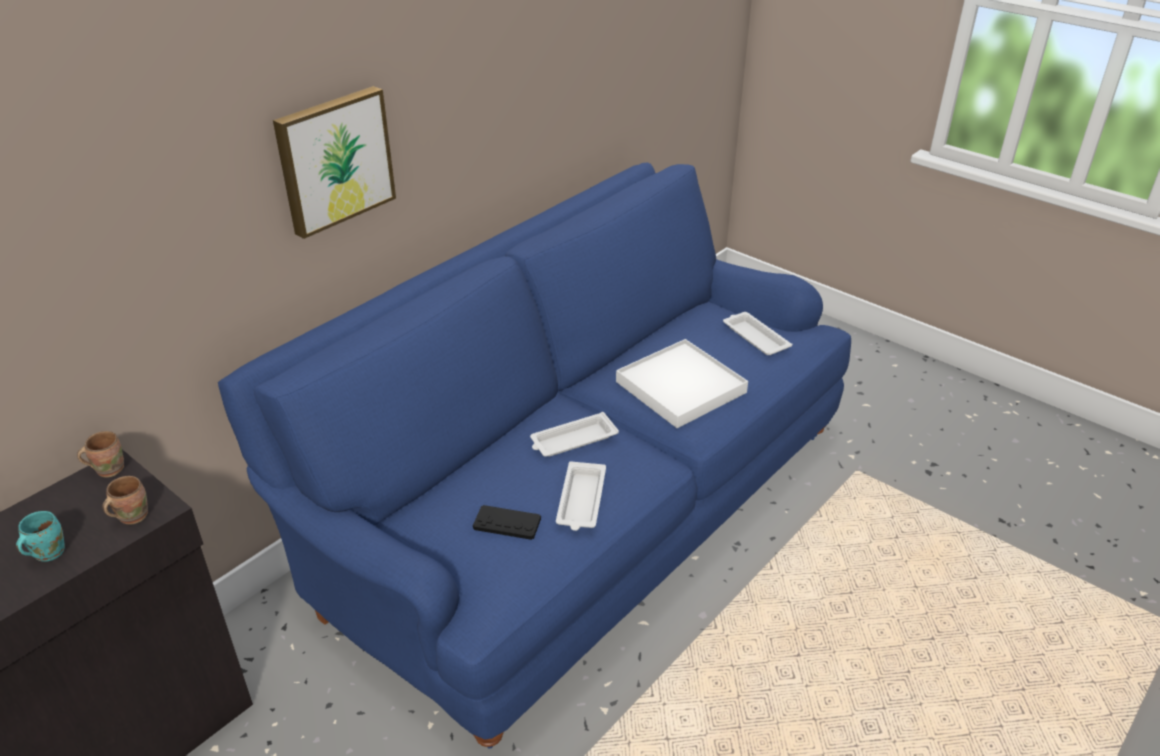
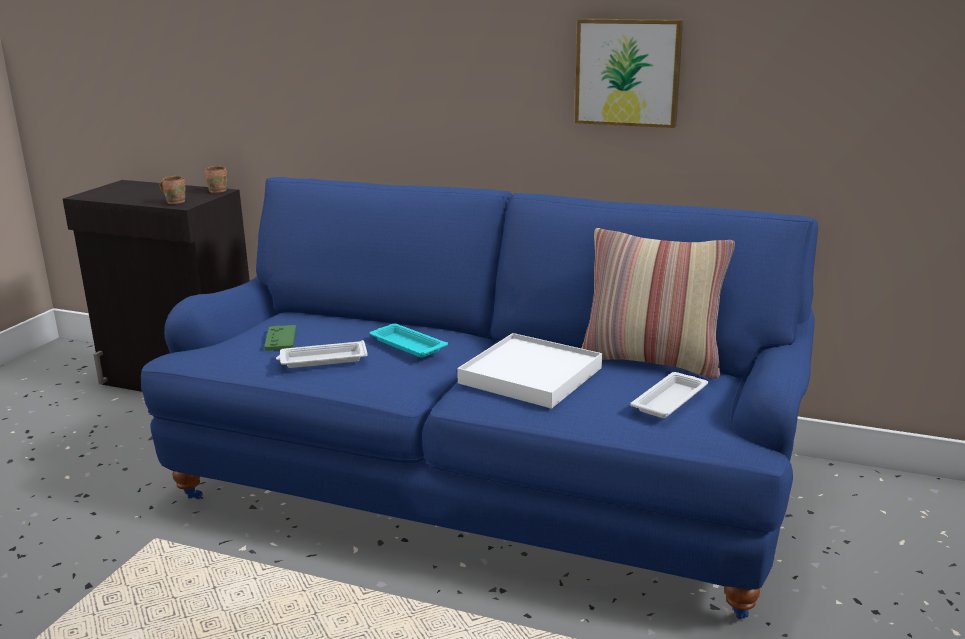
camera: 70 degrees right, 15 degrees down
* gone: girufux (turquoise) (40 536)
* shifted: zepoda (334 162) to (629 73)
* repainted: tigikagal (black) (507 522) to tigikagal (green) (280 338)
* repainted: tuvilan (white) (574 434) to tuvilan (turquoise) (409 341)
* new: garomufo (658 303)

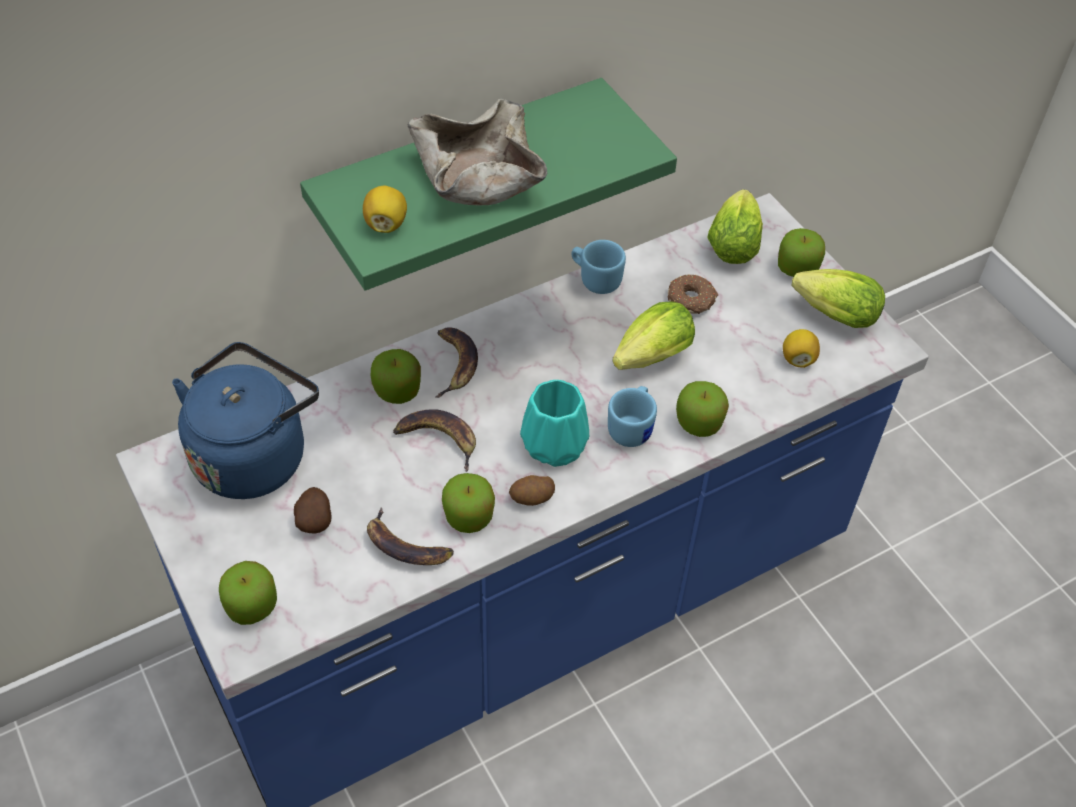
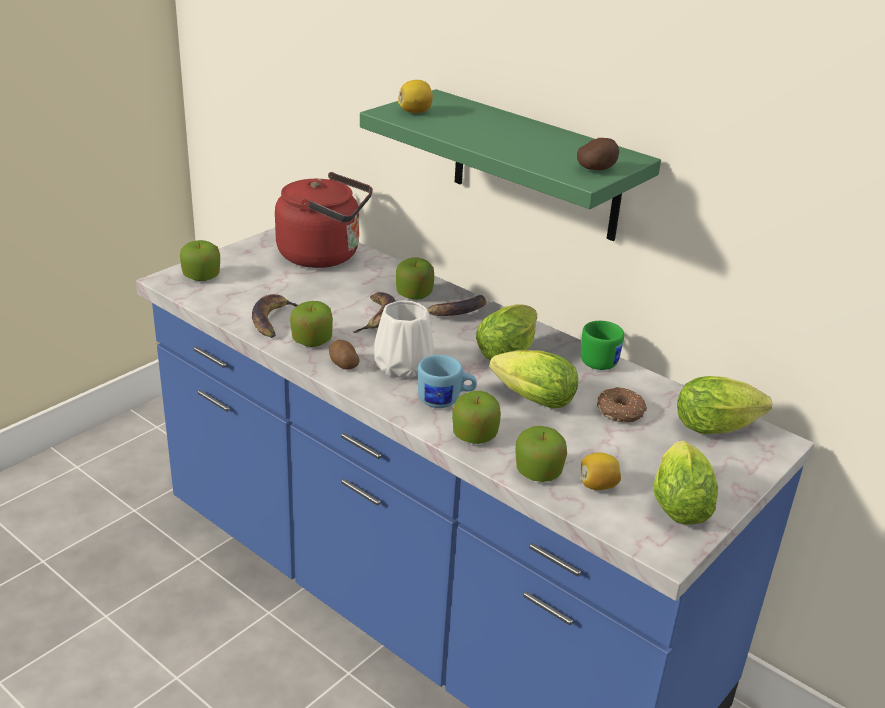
camera: 70 degrees right, 20 degrees down
* repainted: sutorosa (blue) (245 420) to sutorosa (red) (324 220)
* shifted: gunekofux (313 510) to (598 154)
* gone: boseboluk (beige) (477 152)
* repainted: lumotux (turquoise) (554 423) to lumotux (white) (404 339)
* repainted: girufux (blue) (598 267) to girufux (green) (602 345)
* shifted: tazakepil (801 252) to (541 454)
* new: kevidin (507 332)

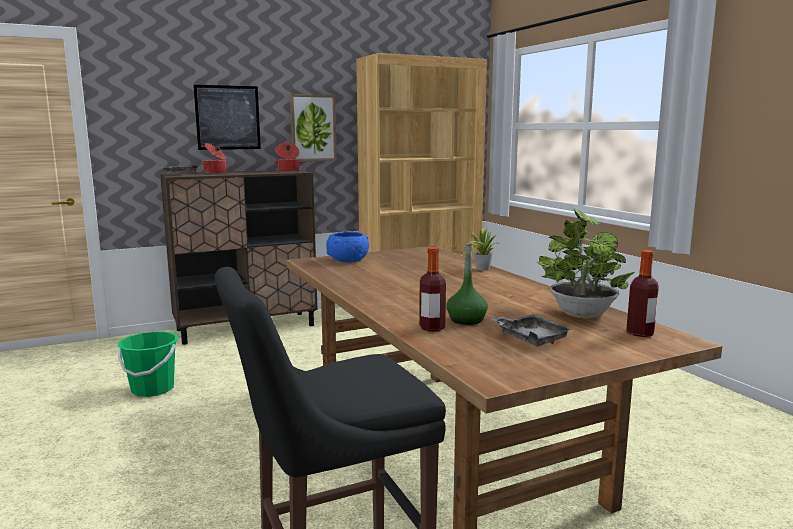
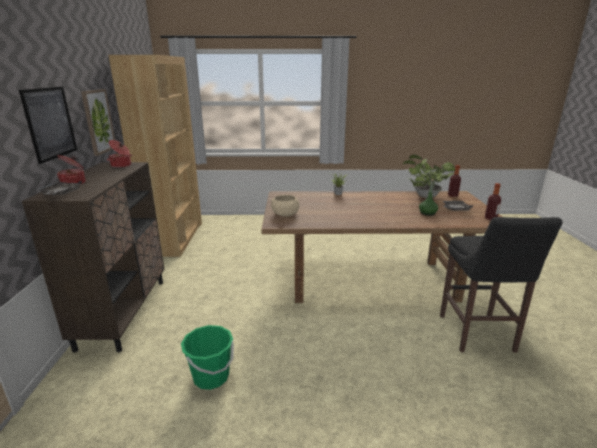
camera: 65 degrees left, 10 degrees up
* repainted: boseboluk (blue) (347 247) to boseboluk (beige) (285 206)
* shifted: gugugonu (432 289) to (493 201)

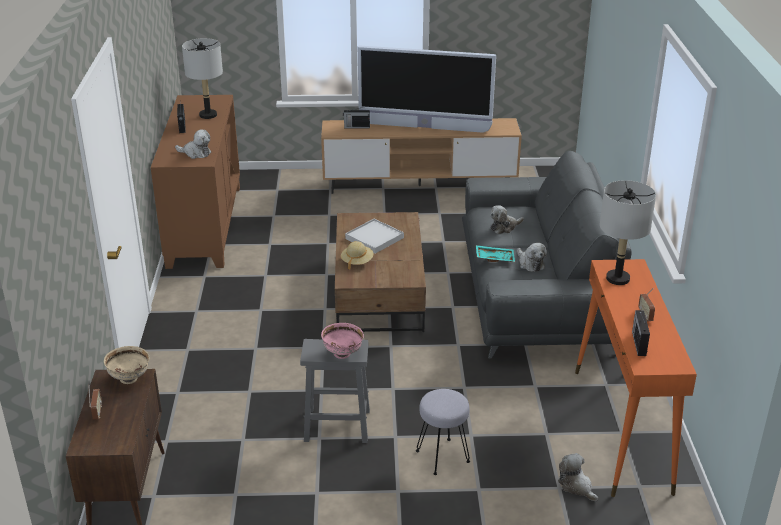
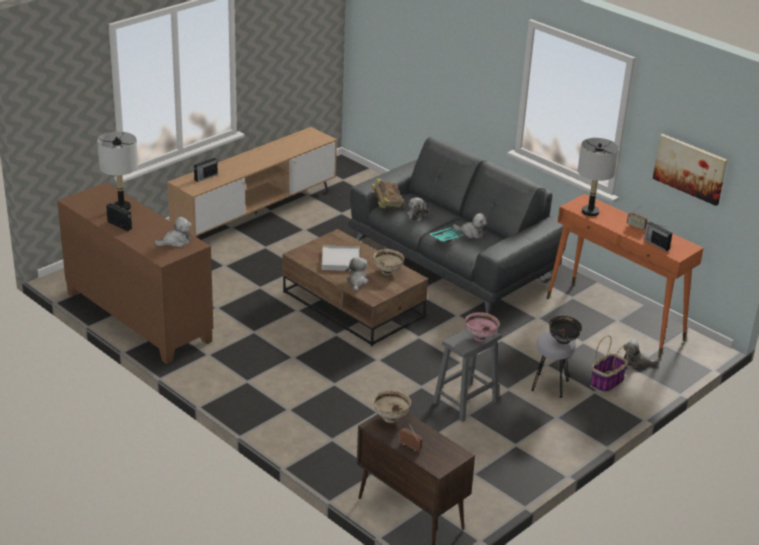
camera: 45 degrees left, 0 degrees up
* swapped: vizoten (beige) (357 255) to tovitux (357 274)
* gone: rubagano (427 89)
* new: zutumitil (387 193)
* new: boseboluk (beige) (389 262)
* new: boseboluk (black) (565 330)
* new: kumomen (609 364)
* new: zepoda (690 170)

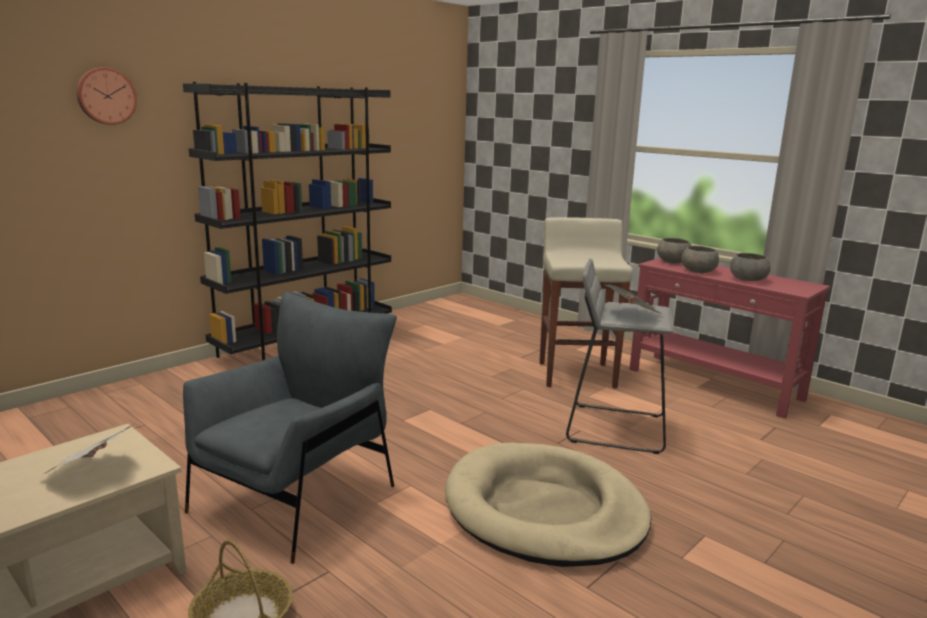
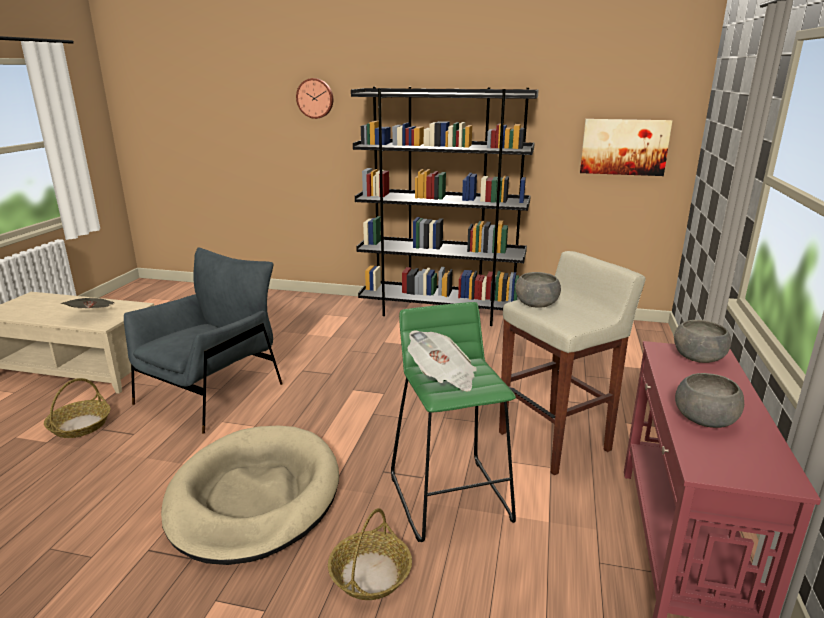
camera: 60 degrees right, 5 degrees up
* rotated: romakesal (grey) (290 427) = (203 340) 60 degrees counterclockwise
* repainted: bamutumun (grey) (620 356) to bamutumun (green) (453 422)
* shifted: boseboluk (grey) (700 259) to (538 290)
* new: kumomen (370 554)
* new: zepoda (626 147)

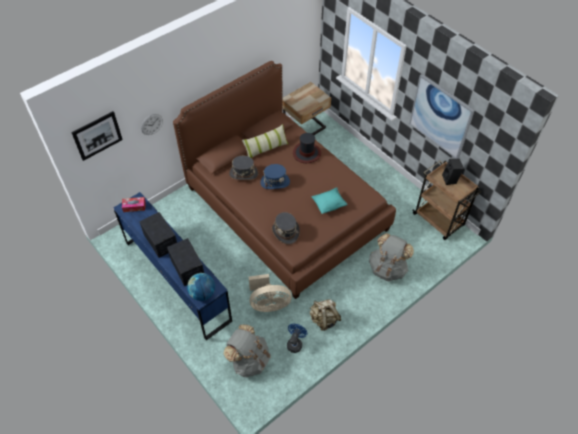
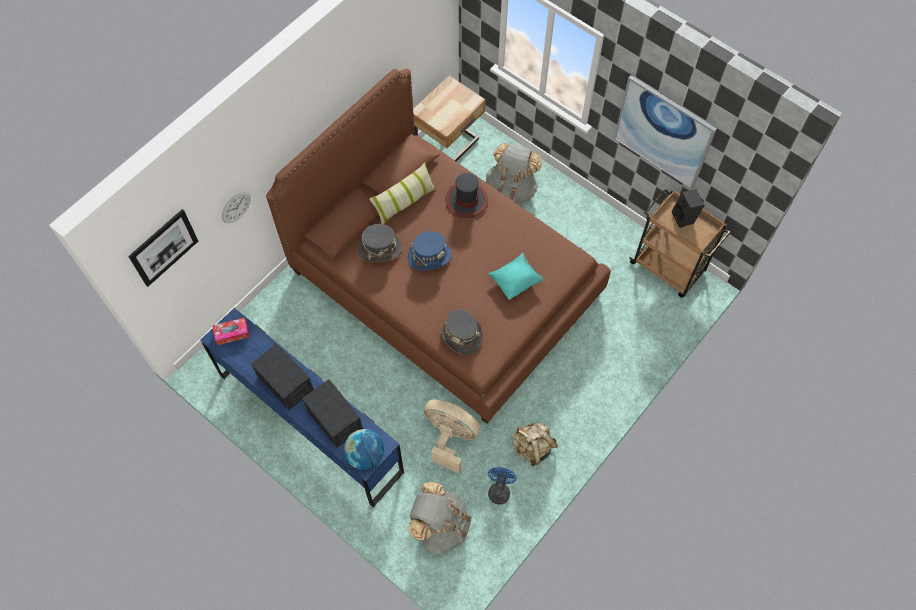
camera: 10 degrees left, 10 degrees up
* rotated: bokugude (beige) (270 293) = (452 437) 135 degrees counterclockwise
* shifted: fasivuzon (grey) (391 257) to (514 173)

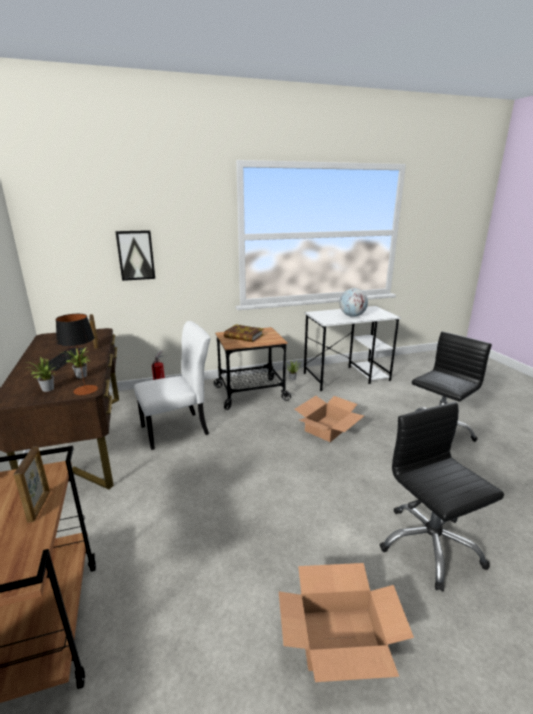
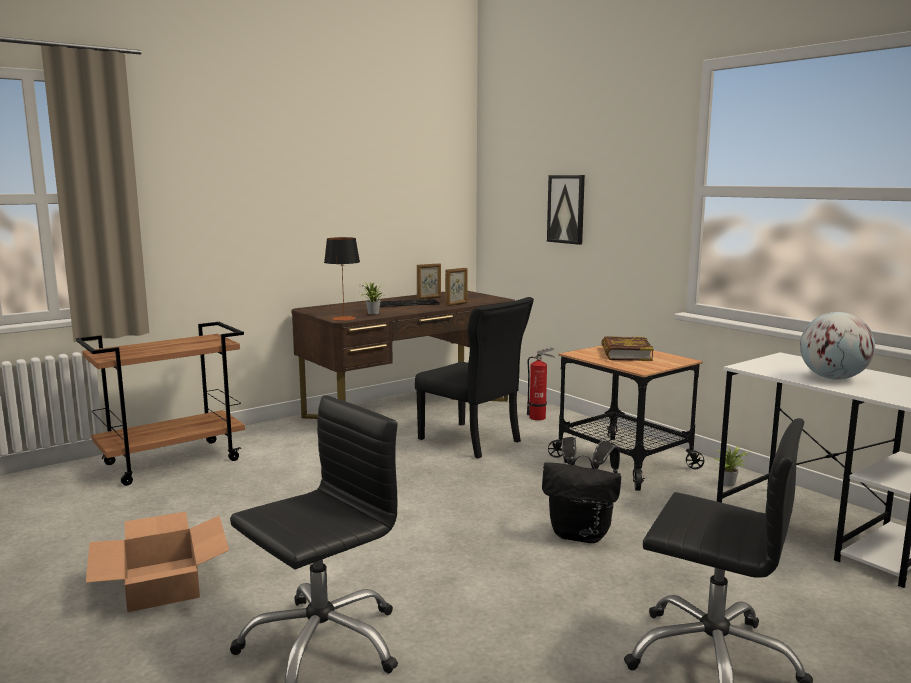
camera: 70 degrees right, 10 degrees down
* shifted: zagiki (32 484) to (429 281)
* gone: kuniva (41 374)
* repainted: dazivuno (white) (172 385) to dazivuno (black) (474 378)
* swapped: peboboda (329 419) to fasivuzon (black) (581 490)

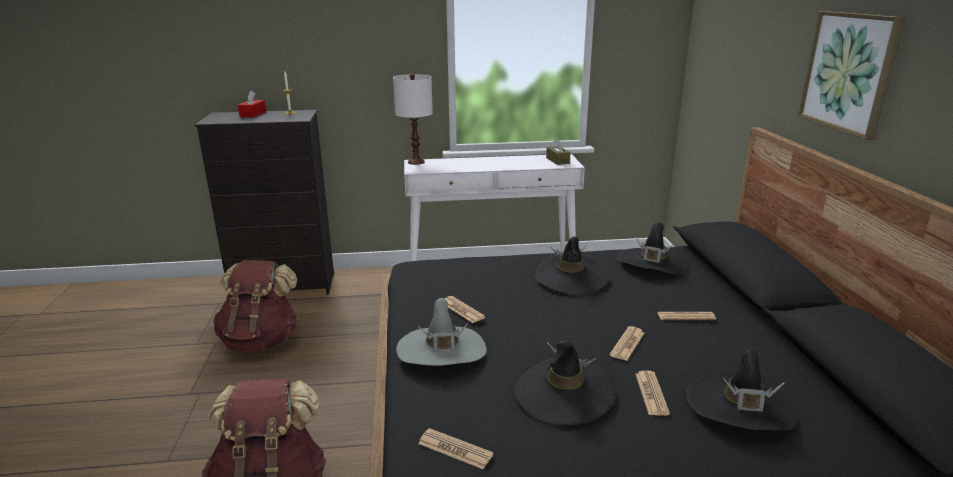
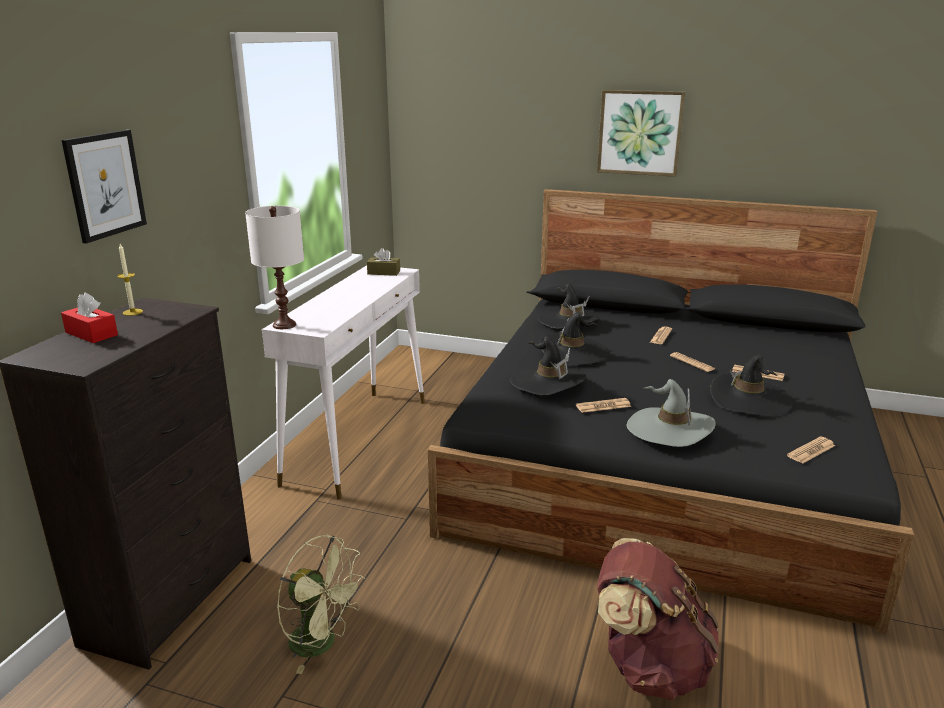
camera: 65 degrees left, 0 degrees up
* swapped: fasivuzon (brown) (255 306) to bokugude (green) (321 604)
* shifted: vizoten (black) (742 388) to (548 365)
* new: zepoda (104 186)

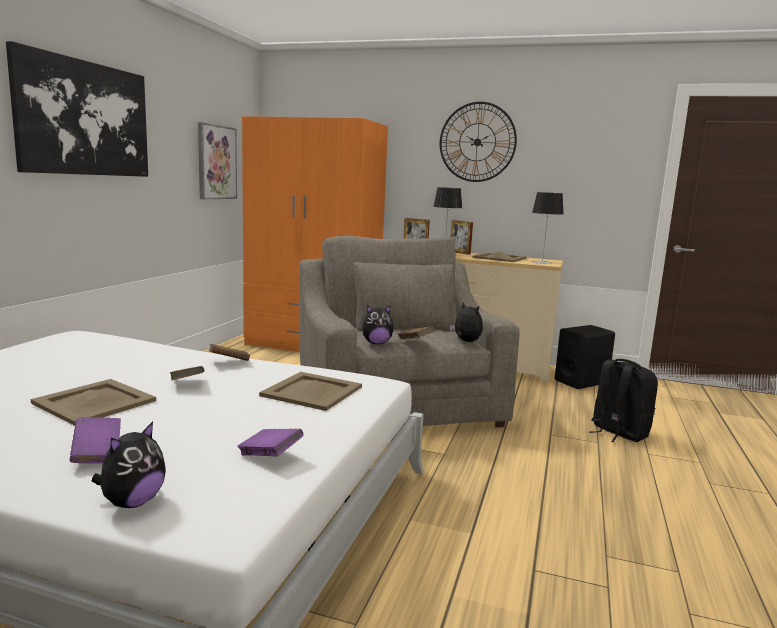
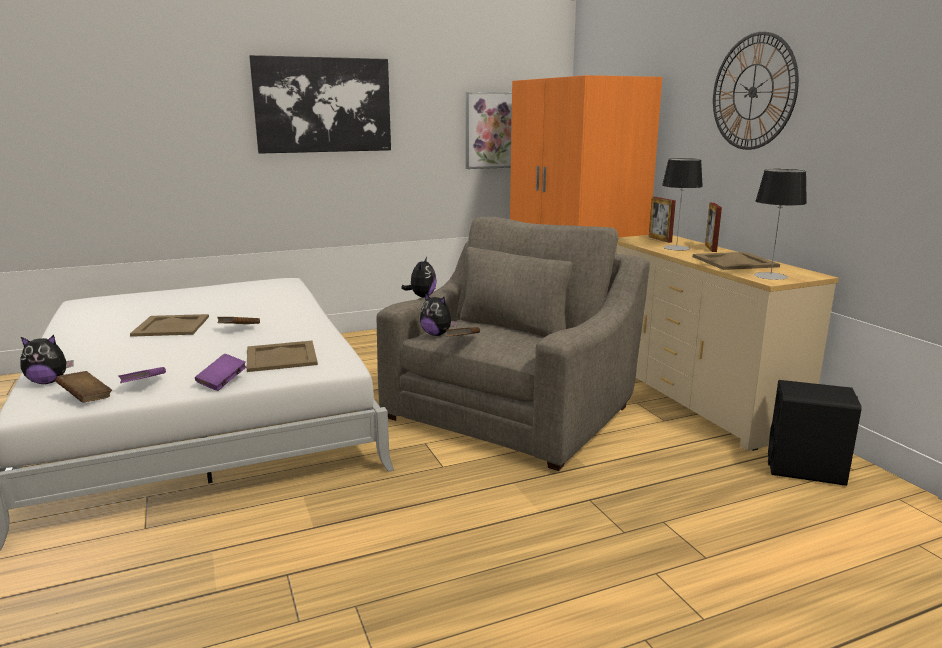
camera: 50 degrees right, 5 degrees up
* shifted: zutumitil (purple) (95 440) to (220 372)
* shifted: zutumitil (brown) (229 352) to (83 386)
* shifted: tovitux (466 322) to (419 277)
* gone: fasivuzon (black) (624 400)

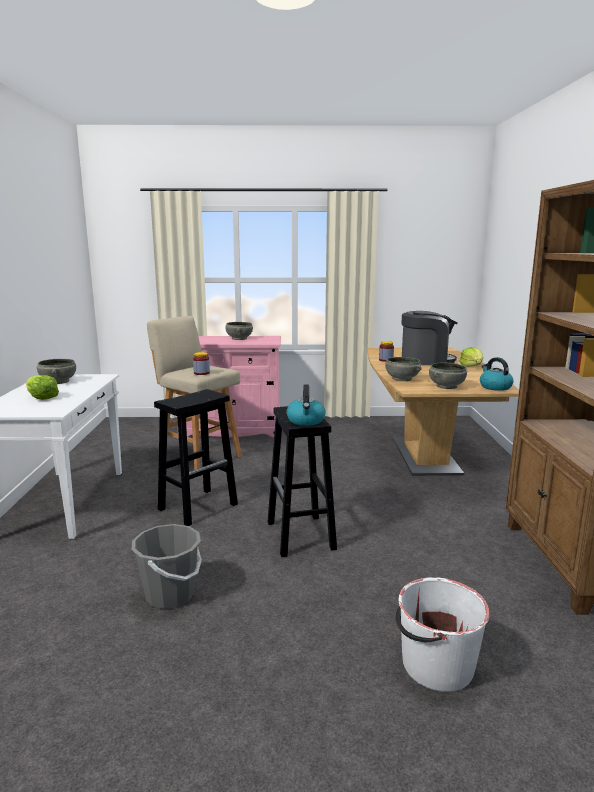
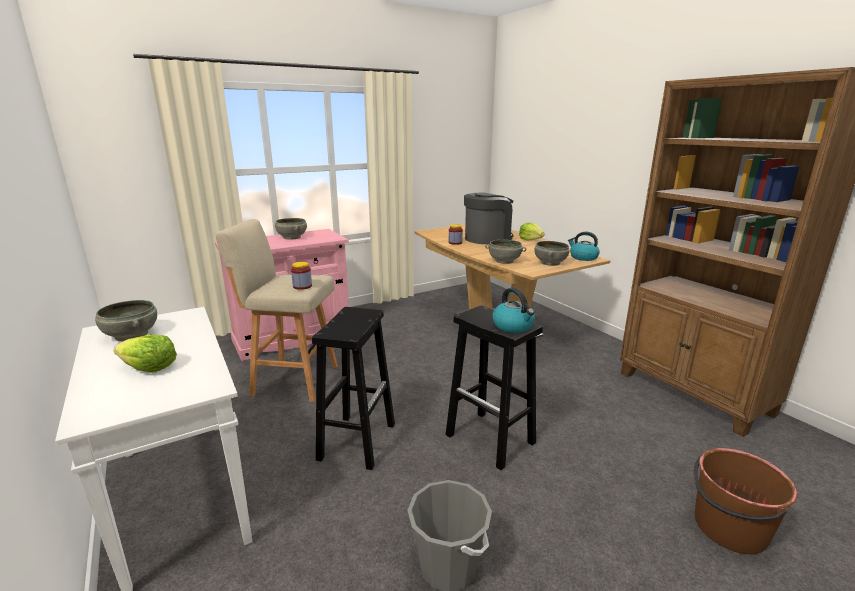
camera: 30 degrees left, 5 degrees up
* repainted: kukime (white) (442 634) to kukime (brown) (746 501)

